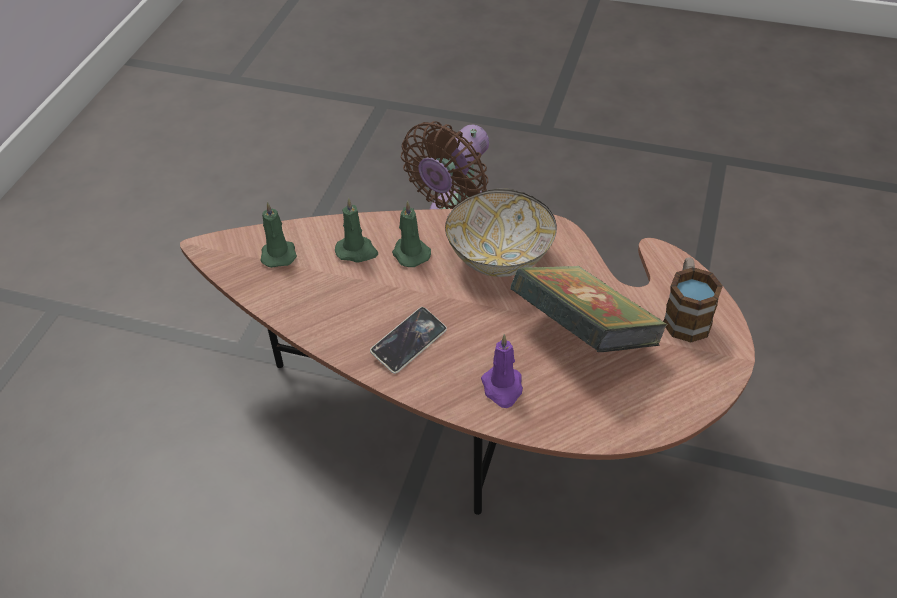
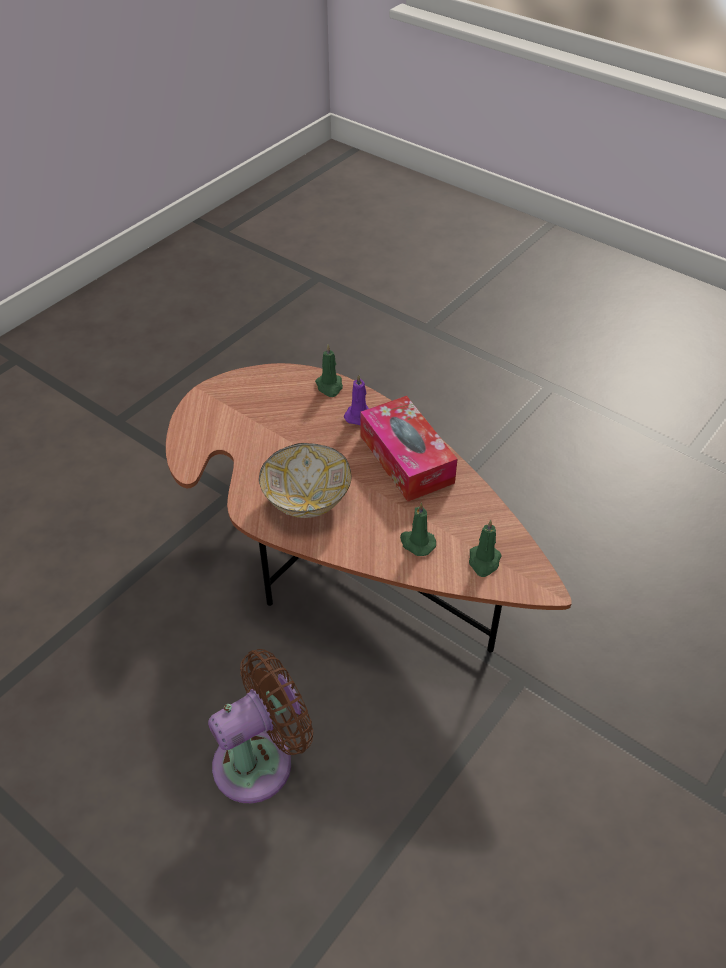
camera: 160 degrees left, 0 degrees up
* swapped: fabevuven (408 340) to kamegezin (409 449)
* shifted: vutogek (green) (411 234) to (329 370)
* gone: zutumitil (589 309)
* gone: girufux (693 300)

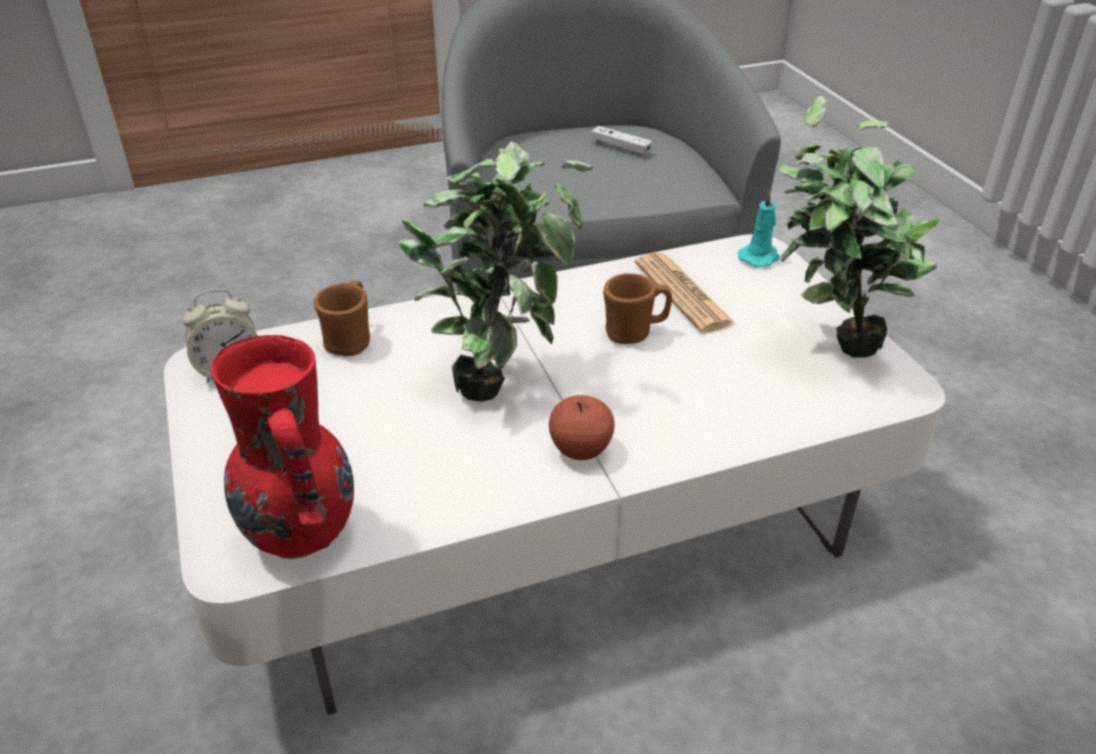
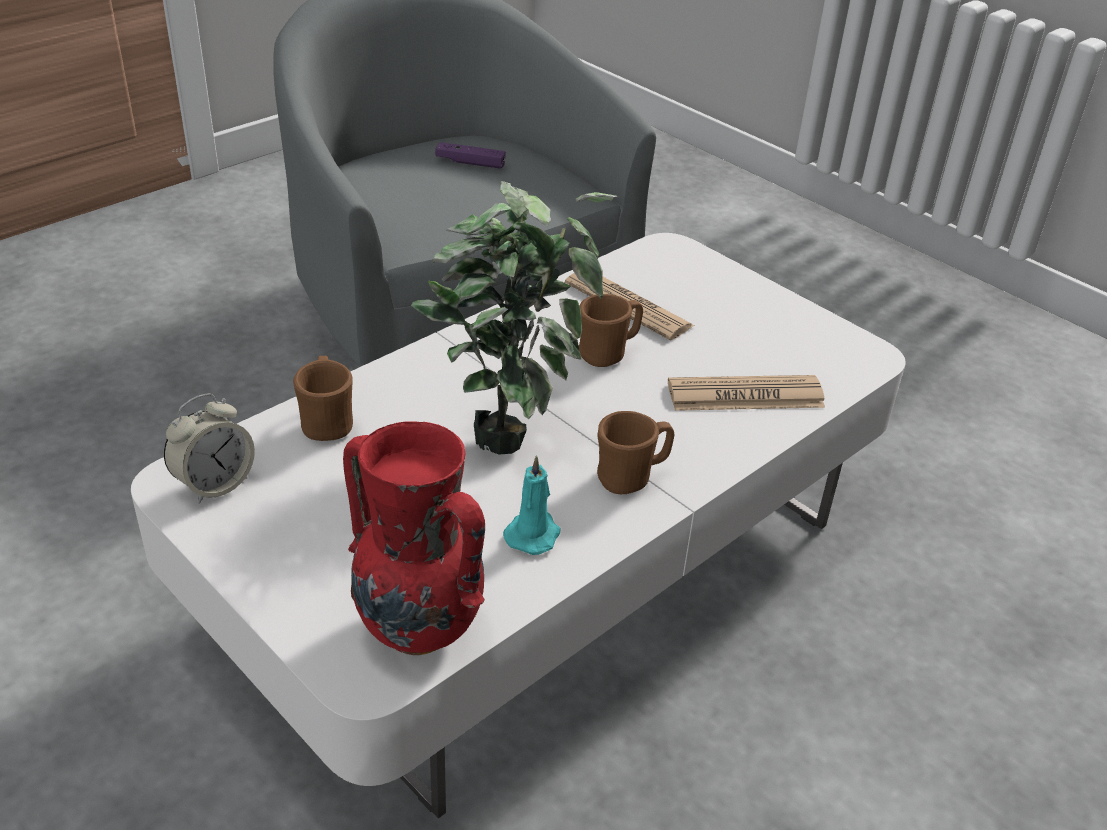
camera: 25 degrees left, 0 degrees up
* swapped: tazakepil (582 427) to girufux (brown) (635 452)
* repainted: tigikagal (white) (621 141) to tigikagal (purple) (470 155)
* shifted: vutogek (turquoise) (759 229) to (532 505)
* gone: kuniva (859 227)
* new: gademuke (746 393)

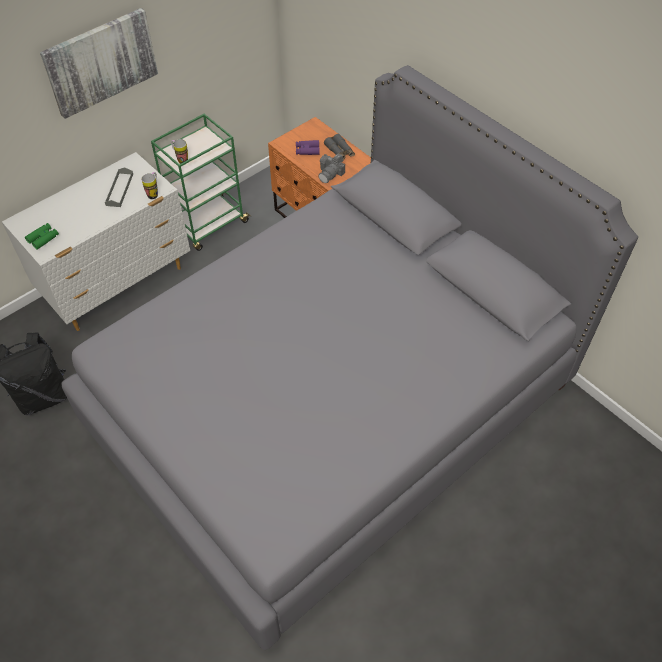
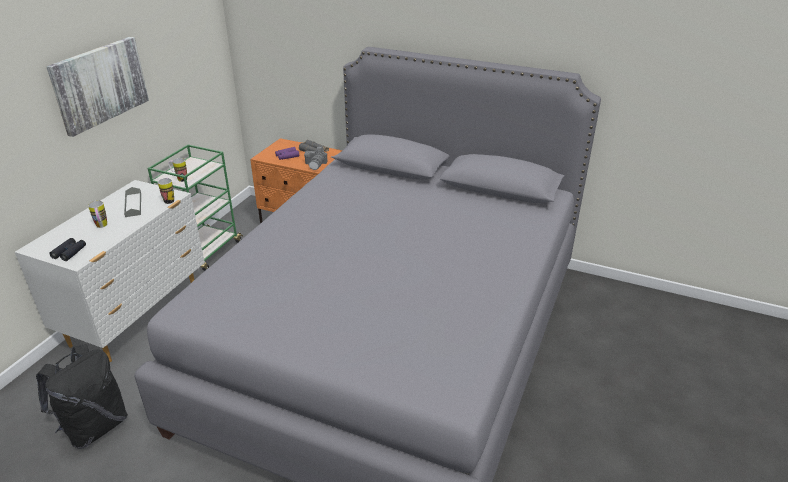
camera: 25 degrees left, 20 degrees down
* repainted: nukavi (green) (42 236) to nukavi (black) (67 249)
* new: girufux (97 214)

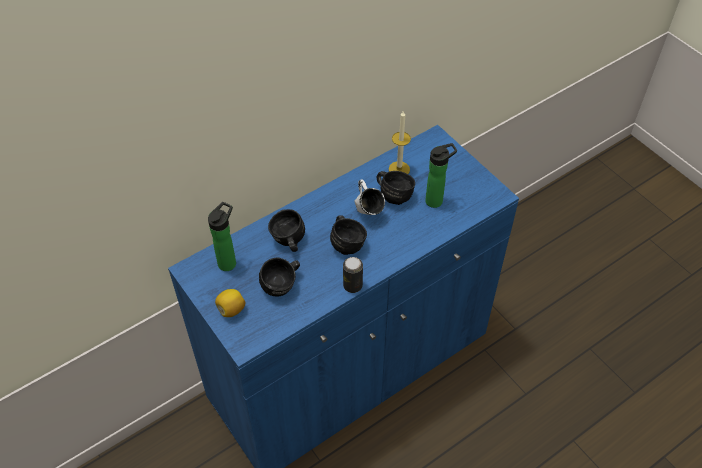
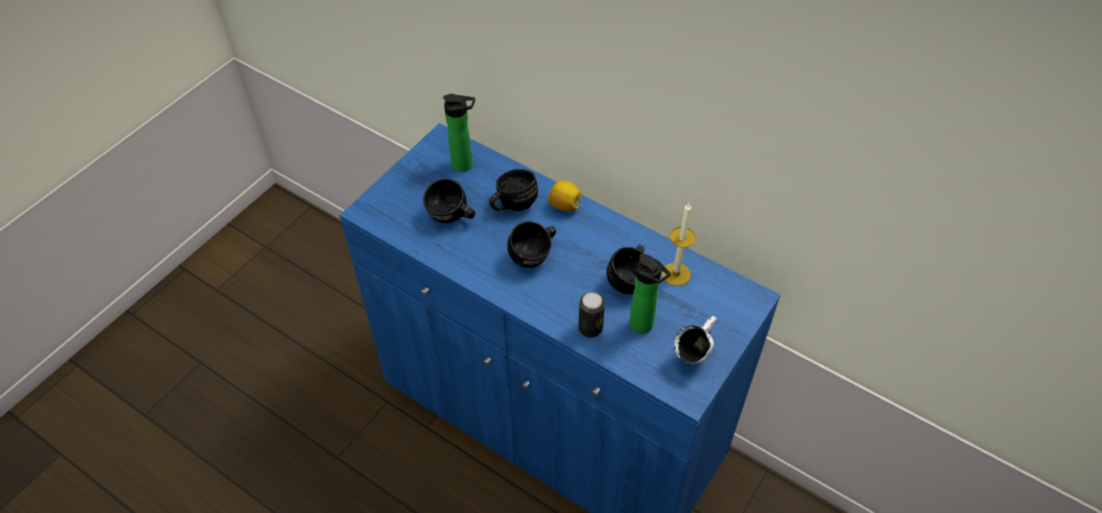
camera: 70 degrees right, 0 degrees up
* shifted: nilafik (230 303) to (564 196)
* shifted: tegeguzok (353 275) to (591 315)
* shifted: girufux (white) (370 197) to (695 340)

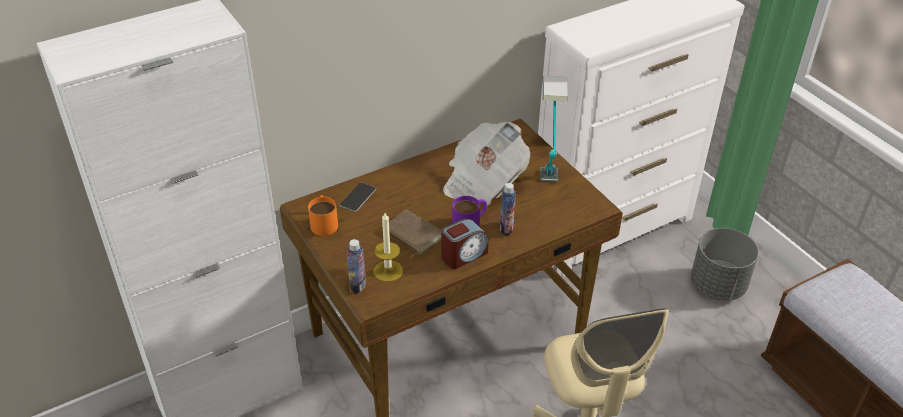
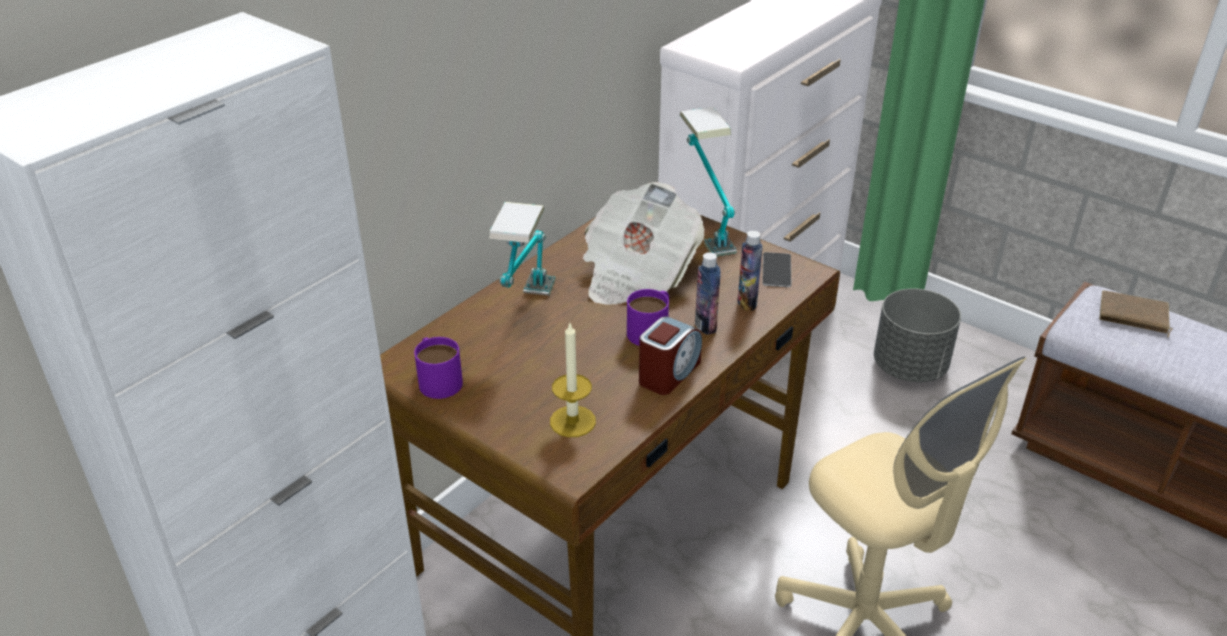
camera: 20 degrees left, 5 degrees down
* repainted: girufux (orange) (323 215) to girufux (purple) (438 368)
* shifted: fabevuven (358 197) to (776 269)
* shifted: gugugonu (356 266) to (750 271)
* shifted: zutumitil (brown) (412 233) to (1136 314)
* new: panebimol (522 249)

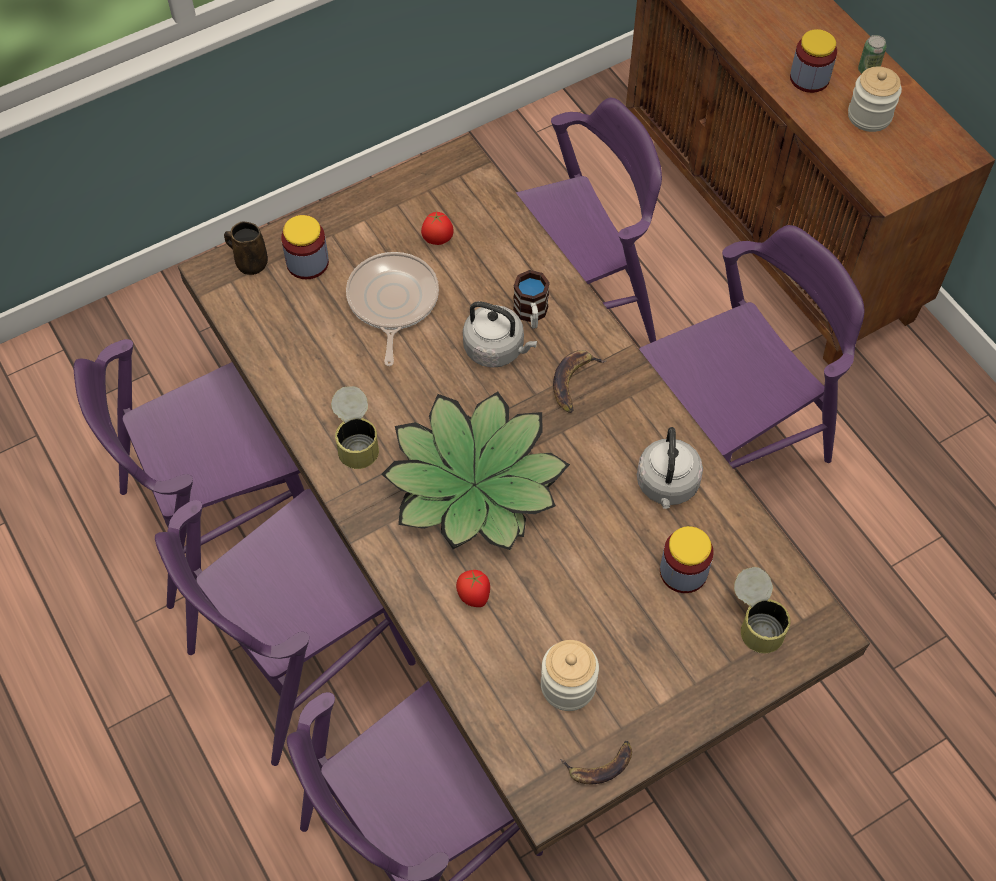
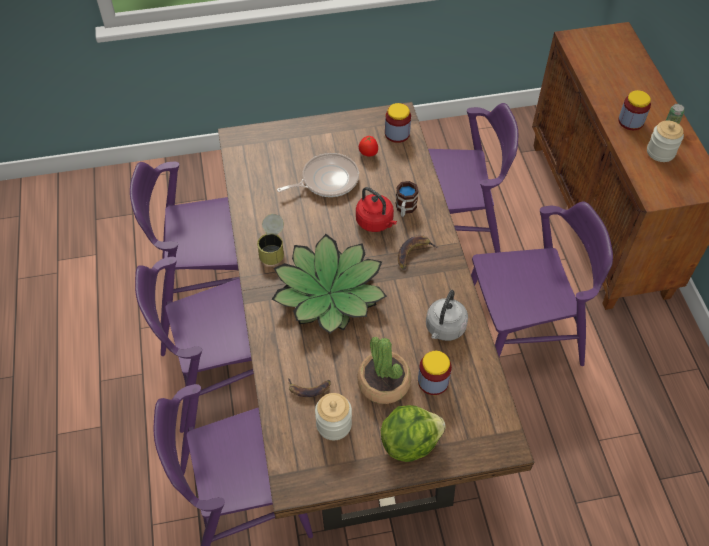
camera: 20 degrees right, 5 degrees down
* gone: girufux (brown) (246 248)
* shifted: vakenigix (305 247) to (398 123)
* rotated: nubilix (392 309) = (318 175) 45 degrees clockwise
* gone: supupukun (473 588)
* repainted: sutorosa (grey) (500 334) to sutorosa (red) (376 209)
* shifted: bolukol (596 762) to (309 387)
* gone: tegeguzok (762 610)
* new: kuniva (384 370)
* new: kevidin (413 433)

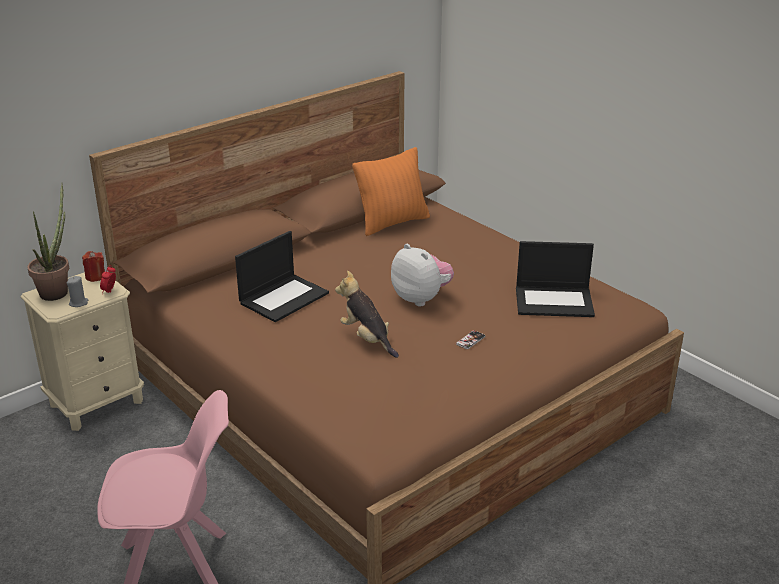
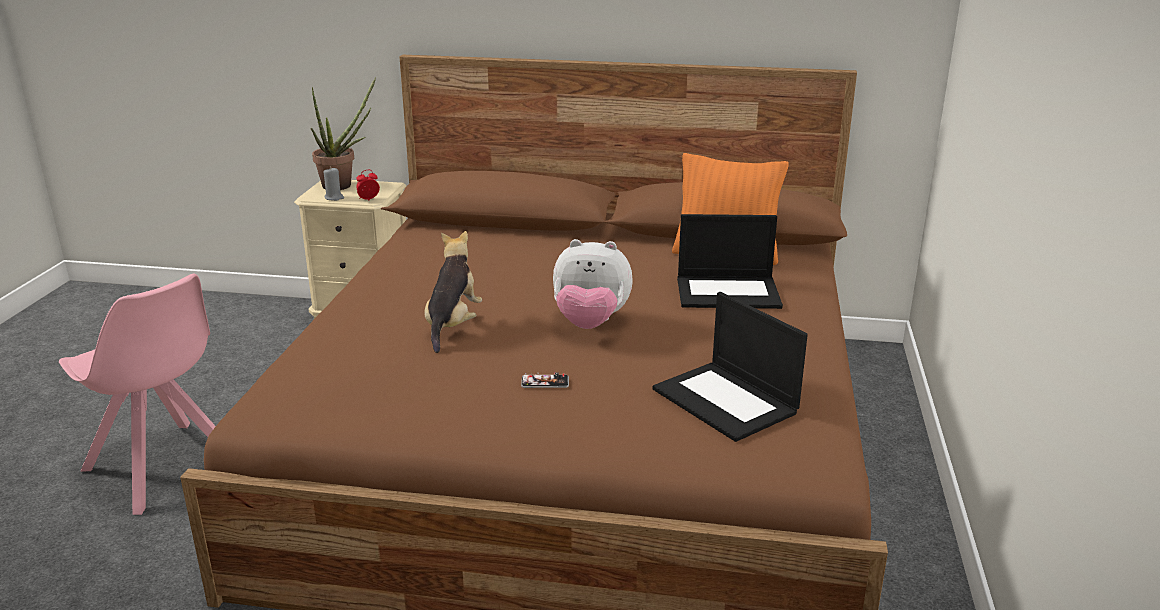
camera: 50 degrees right, 5 degrees down
* gone: vutogek (red) (93 266)
* shifted: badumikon (282 276) to (730 261)
* rotated: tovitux (422 275) = (593 284) 90 degrees clockwise

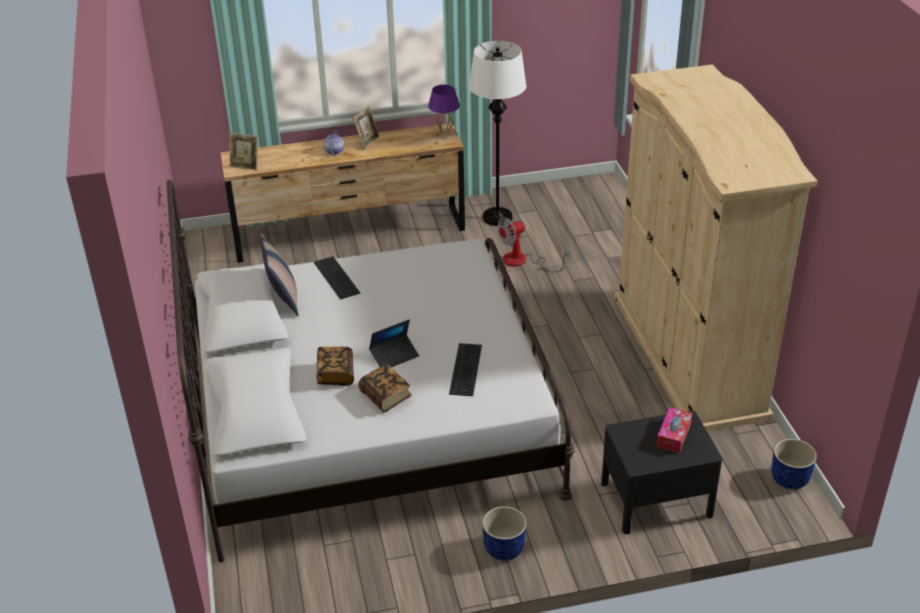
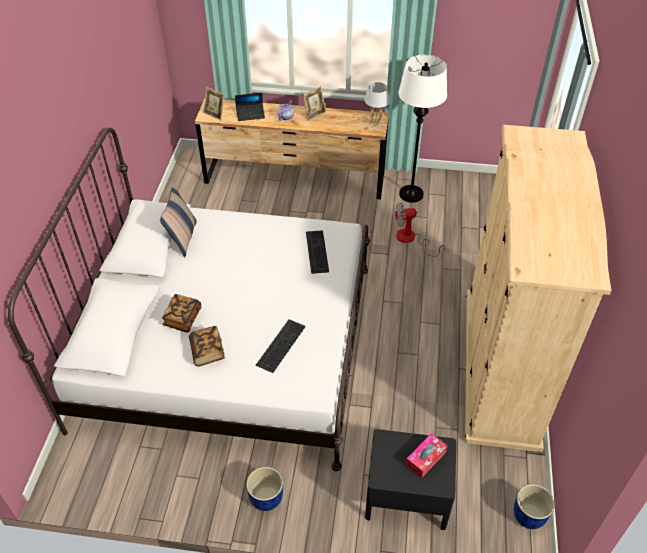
camera: 20 degrees right, 10 degrees up
* shifted: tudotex (337 278) to (317 252)
* shifted: badumikon (394 343) to (250 106)
* repainted: panebimol (purple) (444 112) to panebimol (white) (377 104)

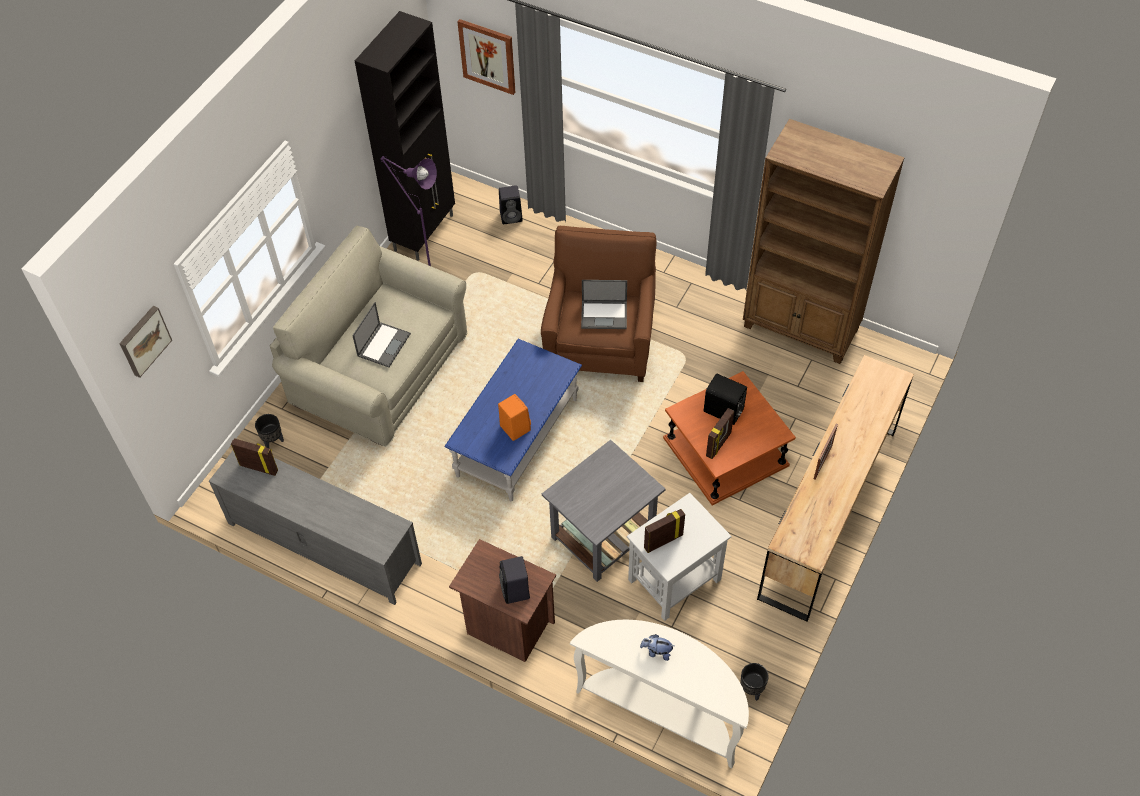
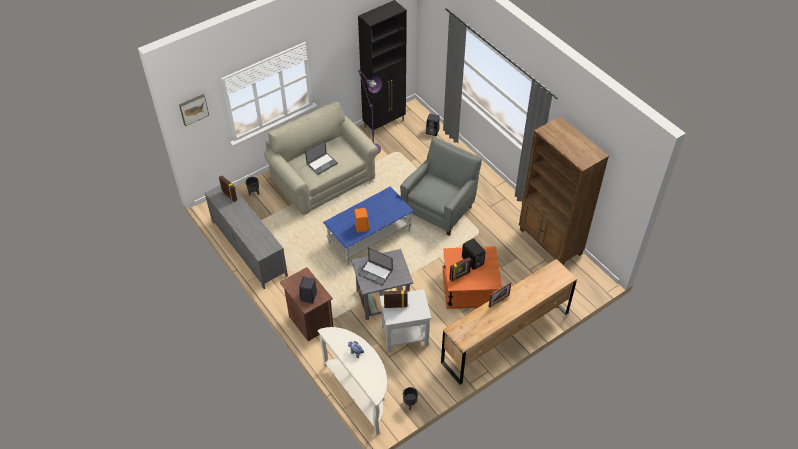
camera: 25 degrees right, 5 degrees down
* gone: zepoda (486 57)
* repainted: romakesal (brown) (598 304) to romakesal (grey) (441 186)
* shifted: badumikon (604 304) to (375 267)

